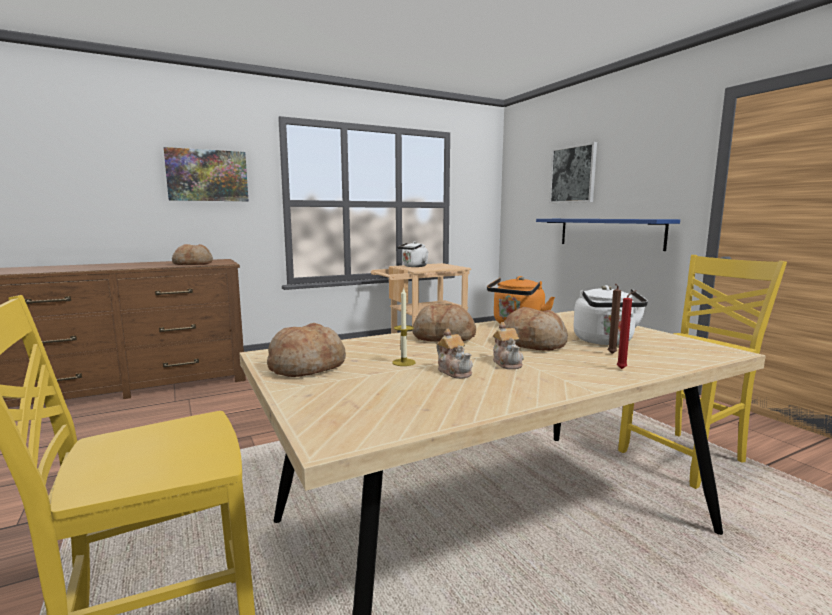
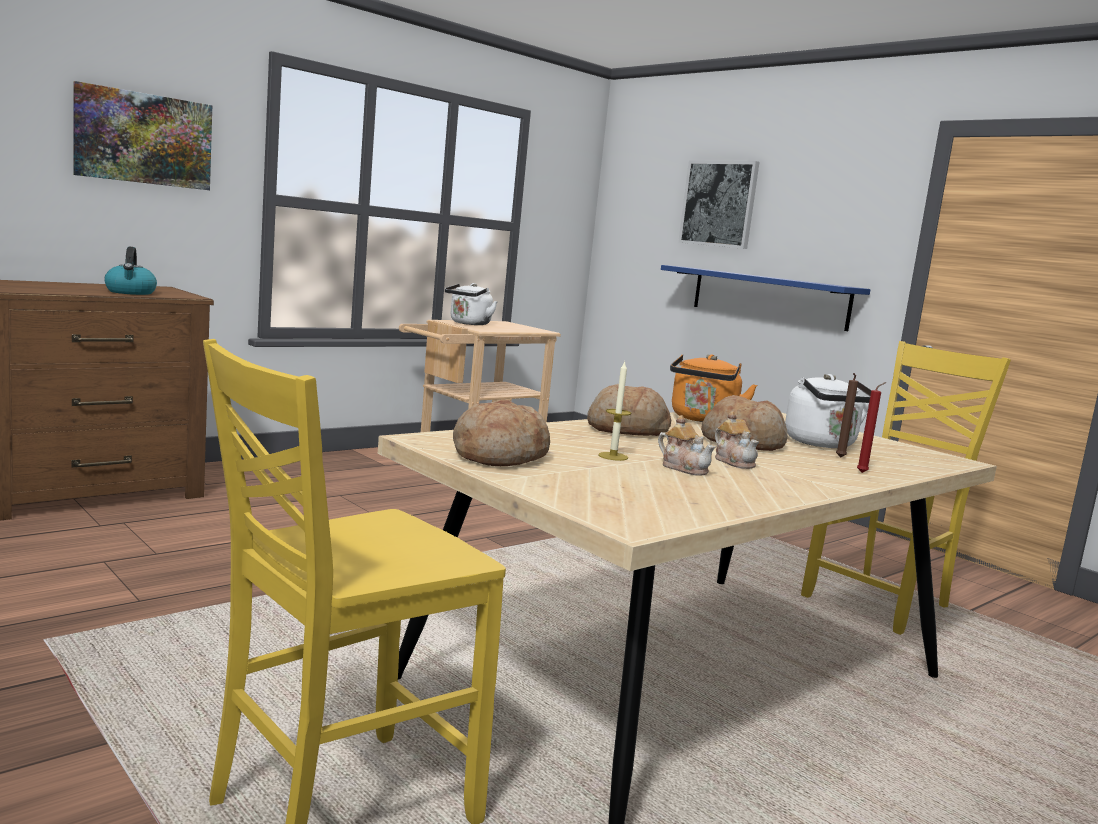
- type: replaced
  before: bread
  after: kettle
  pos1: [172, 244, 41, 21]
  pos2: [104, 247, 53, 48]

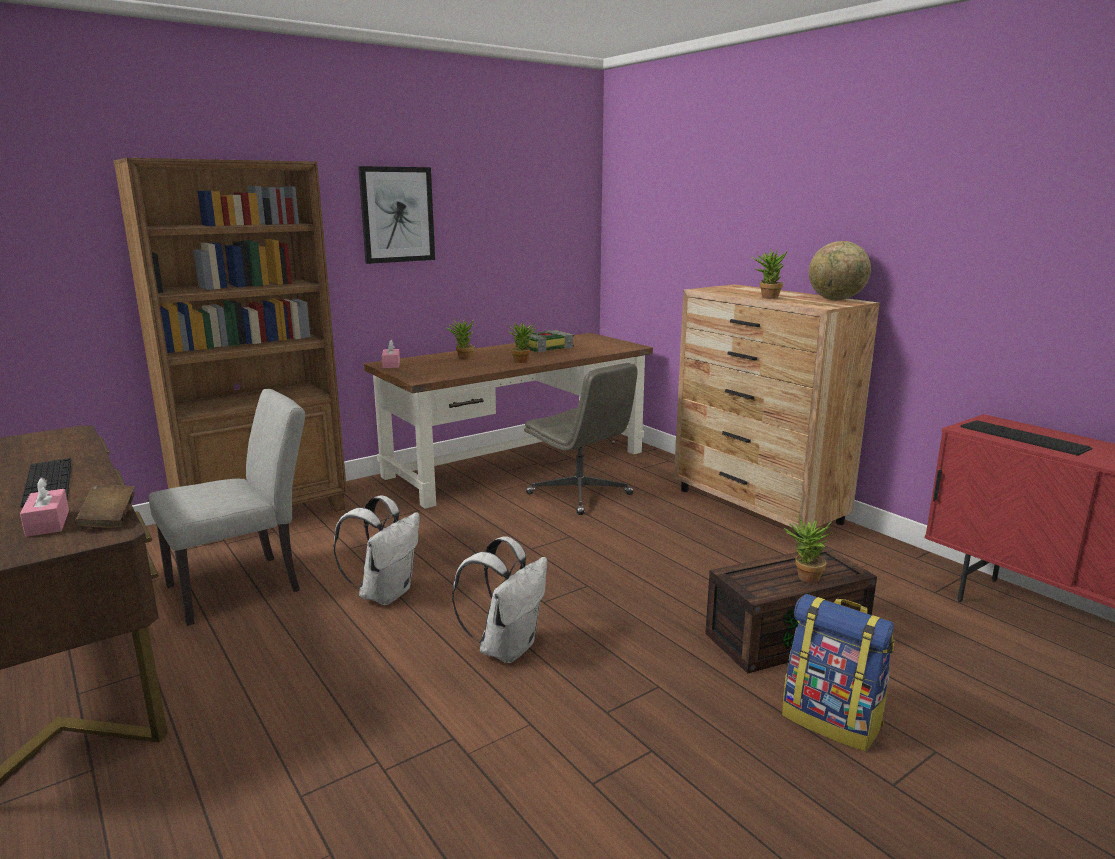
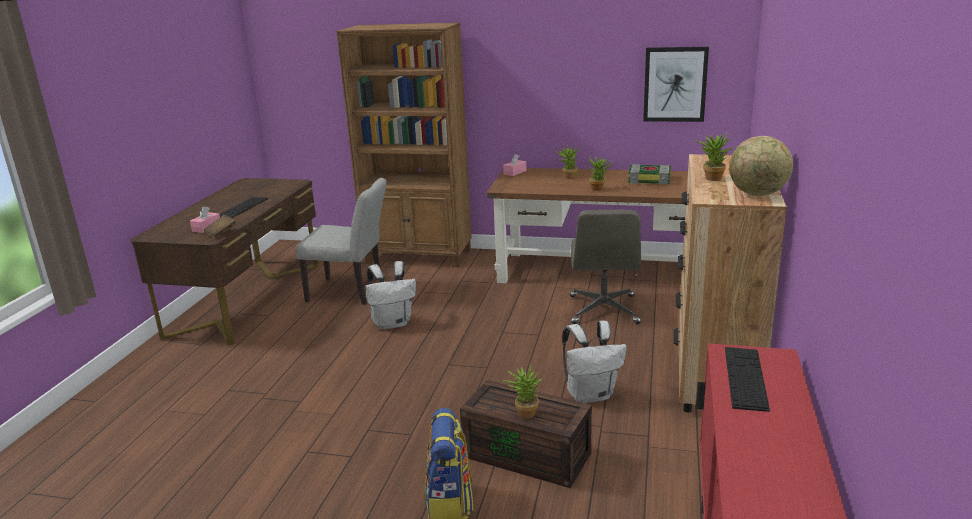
- type: moved
  before: white_backpack
  pos1: [452, 536, 95, 127]
  pos2: [562, 320, 65, 83]
- type: moved
  before: picture
  pos1: [358, 166, 77, 98]
  pos2: [643, 47, 66, 75]

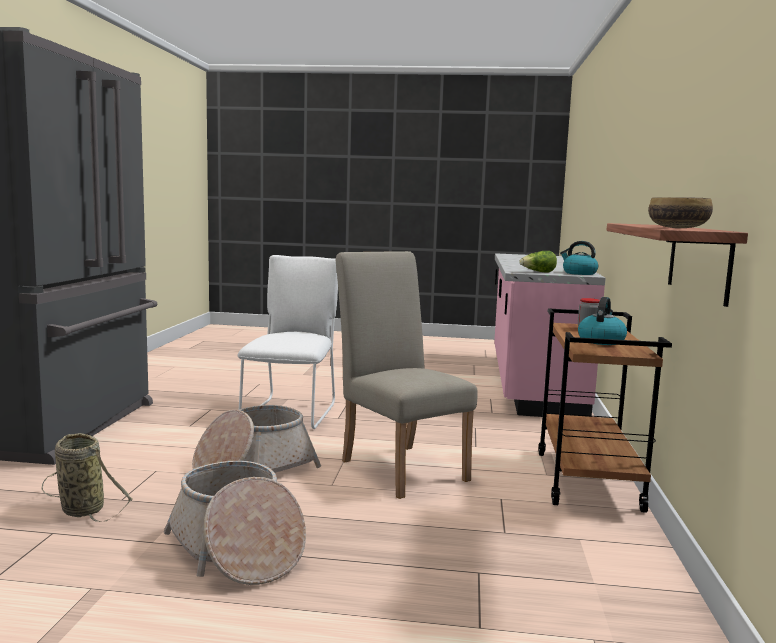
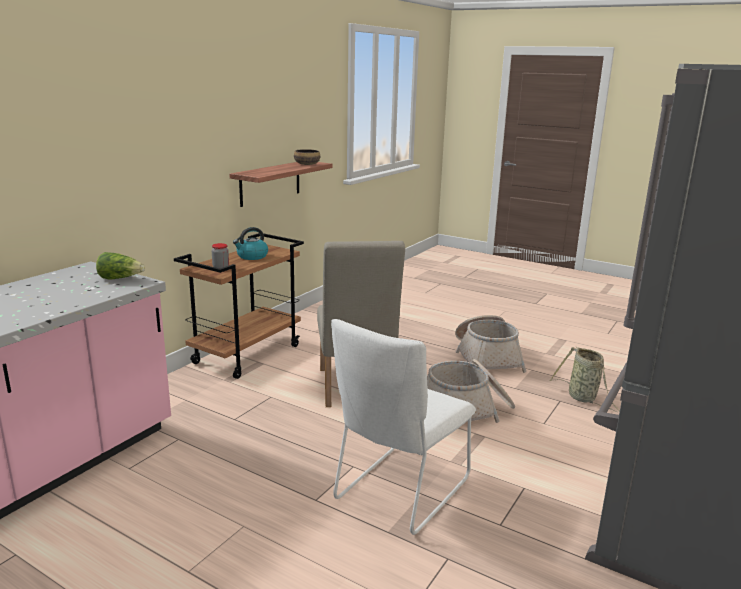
- type: removed
  before: kettle
  pos1: [560, 241, 38, 34]

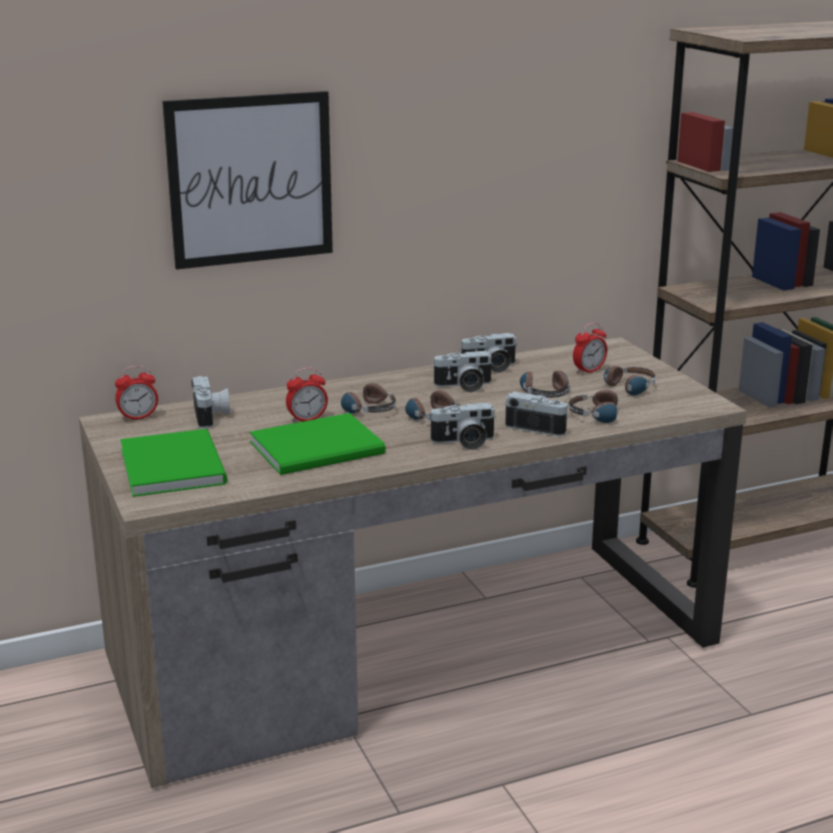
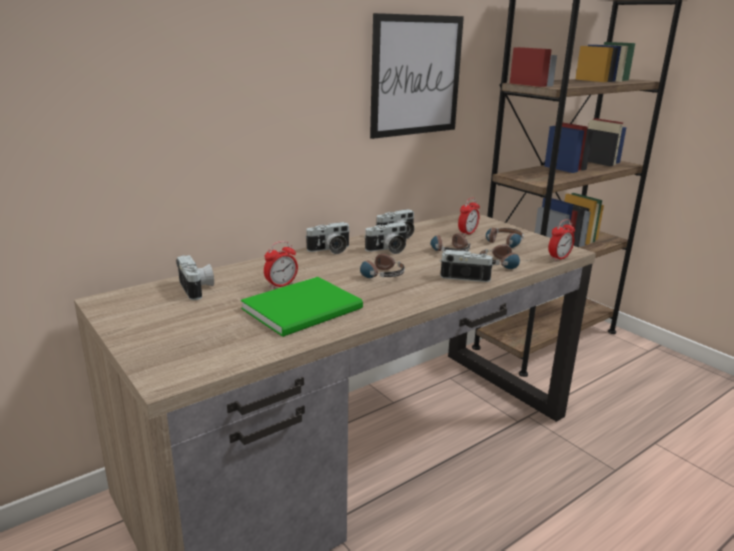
- type: moved
  before: photo_camera
  pos1: [428, 403, 68, 47]
  pos2: [305, 222, 45, 32]
- type: moved
  before: picture
  pos1: [162, 91, 171, 179]
  pos2: [370, 13, 94, 126]
- type: moved
  before: alarm_clock
  pos1: [115, 366, 43, 55]
  pos2: [548, 219, 27, 42]
- type: removed
  before: green_book
  pos1: [120, 429, 107, 68]
- type: removed
  before: headphones
  pos1: [341, 383, 55, 31]

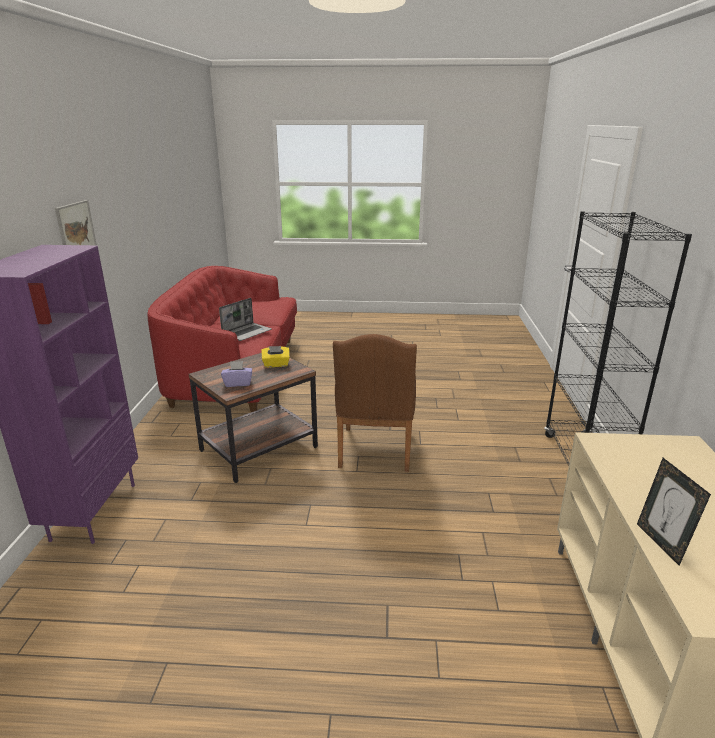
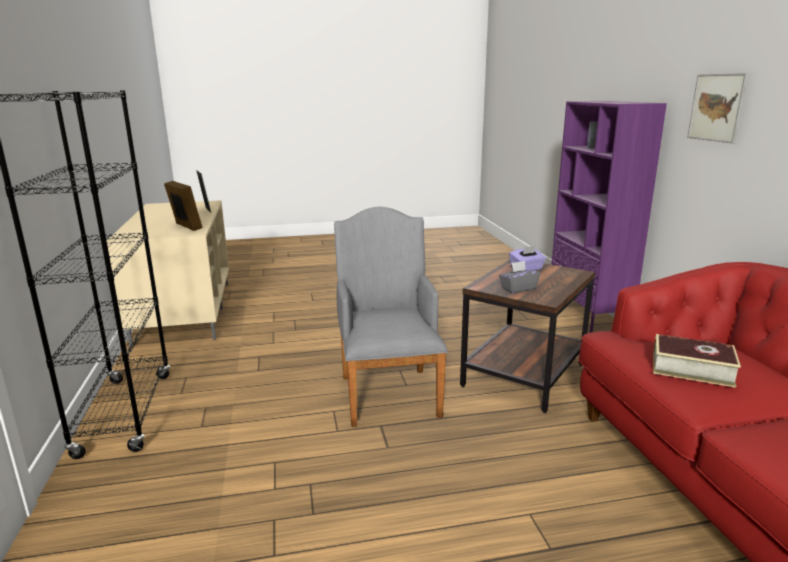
- type: added
  after: picture_frame
  pos2: [164, 181, 39, 50]
- type: recoloured
  before: brown_armchair
  after: grey_armchair
  pos1: [333, 334, 84, 138]
  pos2: [334, 207, 114, 220]
- type: recoloured
  before: yellow_tissue_box
  after: grey_tissue_box
  pos1: [261, 346, 29, 22]
  pos2: [499, 261, 42, 32]
- type: replaced
  before: laptop
  after: book
  pos1: [219, 298, 53, 43]
  pos2: [653, 334, 88, 54]

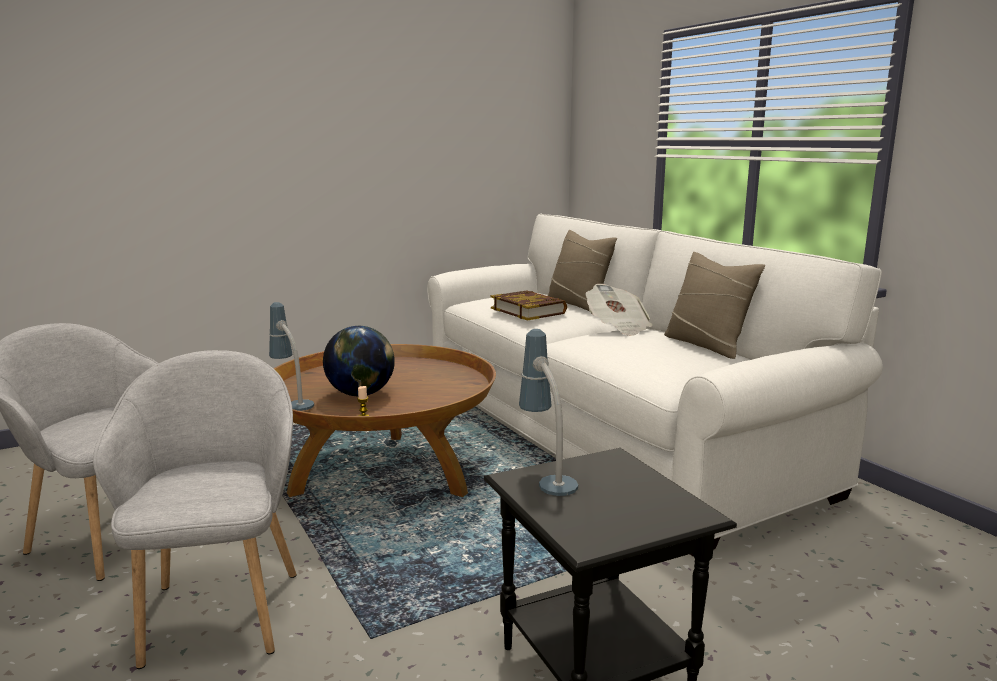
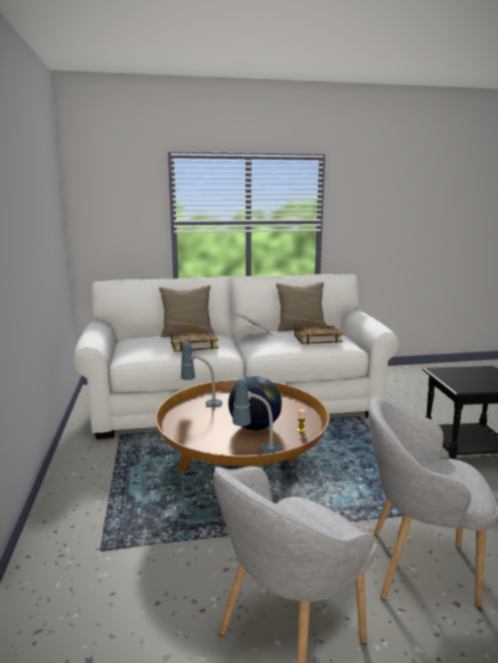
- type: moved
  before: table_lamp
  pos1: [519, 329, 59, 167]
  pos2: [181, 342, 42, 65]
- type: added
  after: book
  pos2: [294, 325, 49, 19]

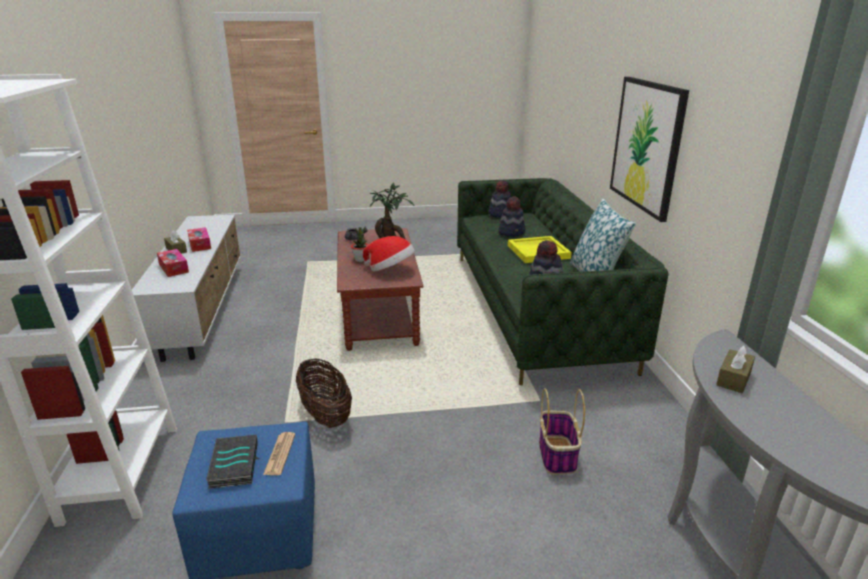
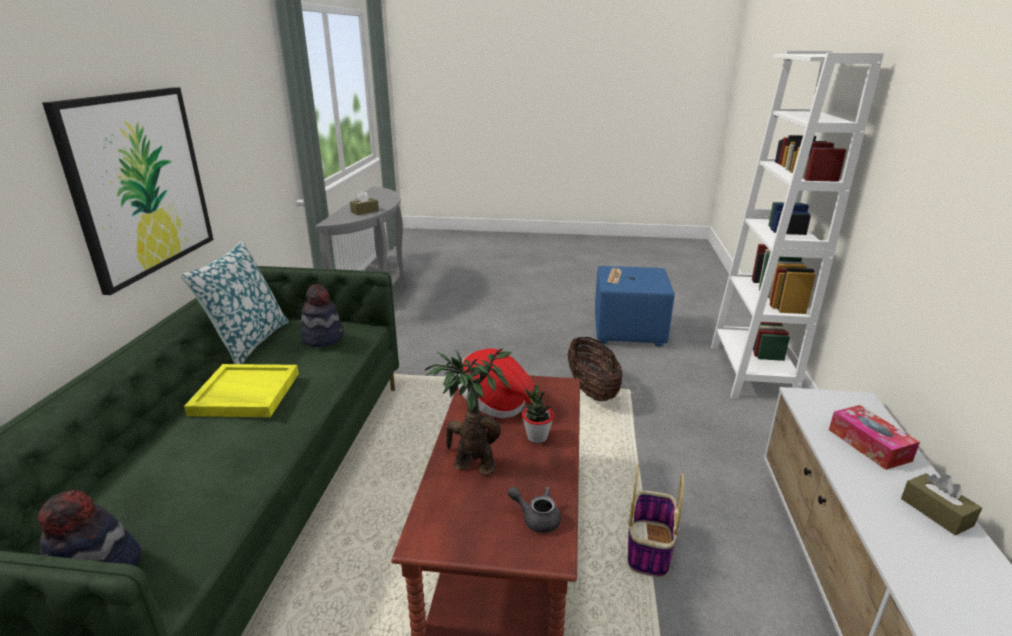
- type: moved
  before: basket
  pos1: [539, 388, 46, 87]
  pos2: [628, 464, 56, 114]
- type: removed
  before: tissue_box
  pos1: [187, 227, 24, 25]
- type: removed
  before: book
  pos1: [206, 435, 52, 54]
- type: removed
  before: hat
  pos1: [498, 196, 28, 41]

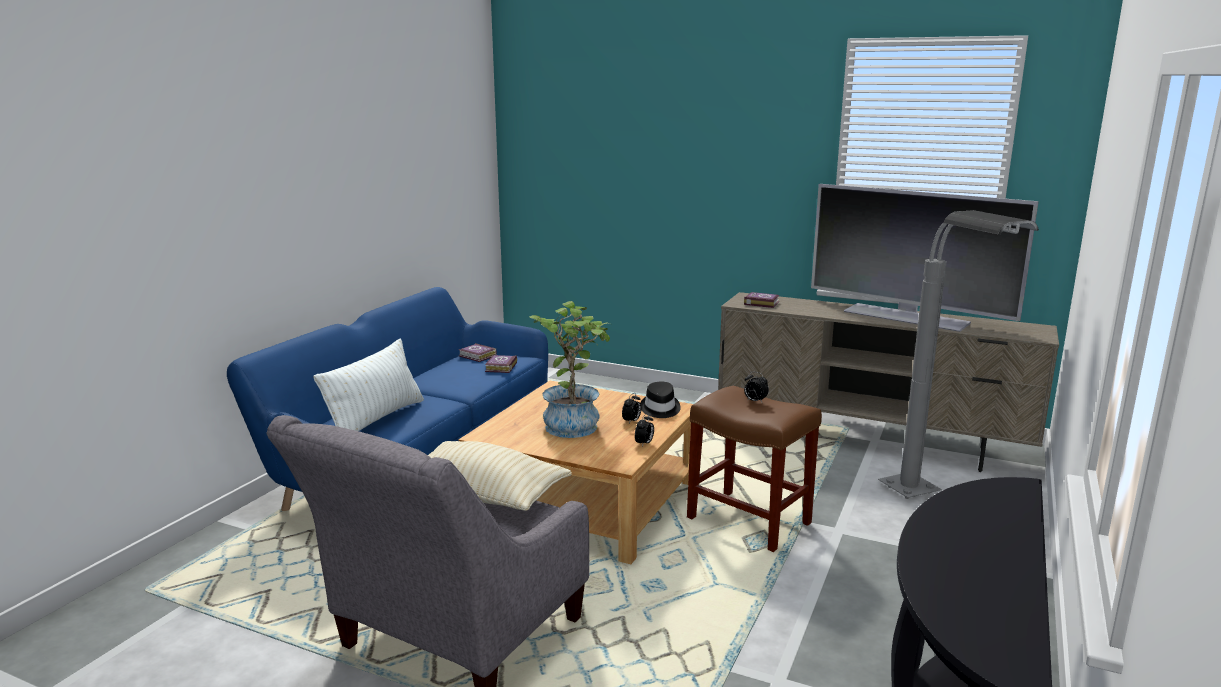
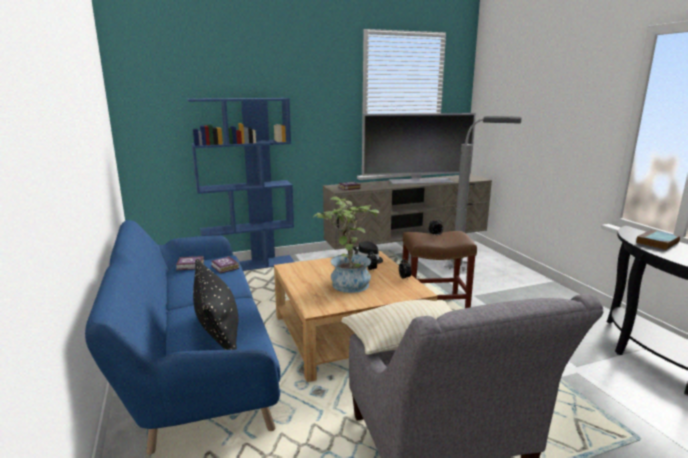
- type: added
  after: blue_bookcase
  pos2: [187, 98, 107, 173]
- type: recoloured
  before: white_pillow
  after: black_pillow
  pos1: [314, 338, 110, 93]
  pos2: [193, 259, 46, 91]
- type: added
  after: book
  pos2: [636, 230, 44, 20]

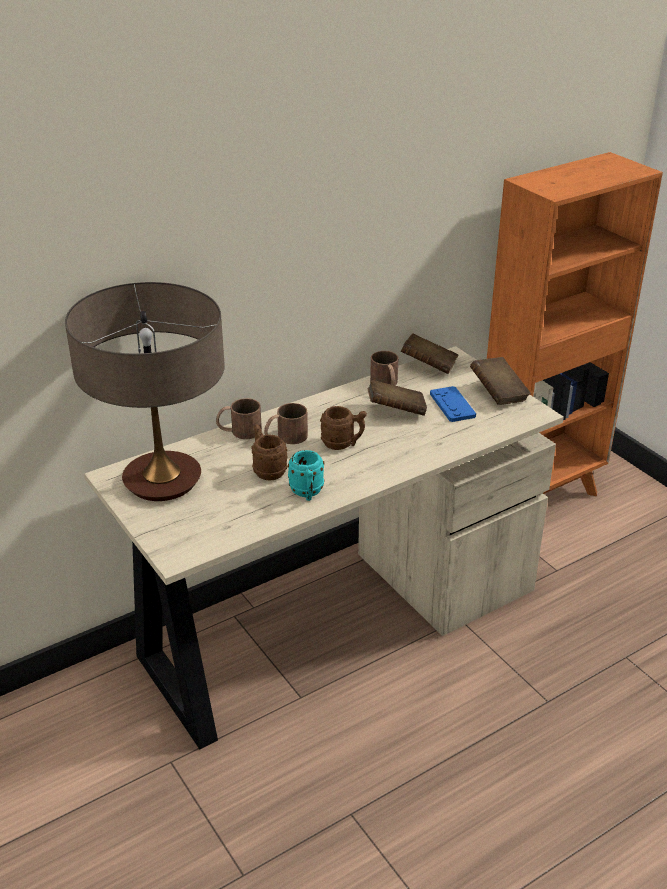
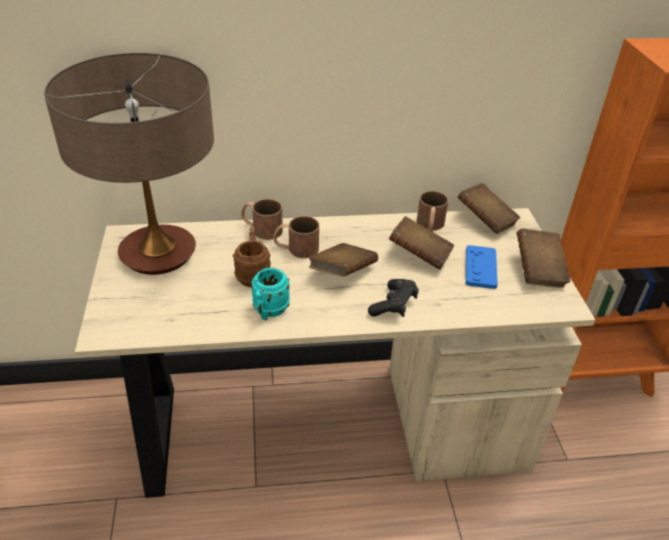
- type: replaced
  before: brown_mug
  after: brown_book
  pos1: [320, 406, 47, 44]
  pos2: [309, 243, 69, 34]
- type: added
  after: black_game_controller
  pos2: [368, 279, 51, 38]

